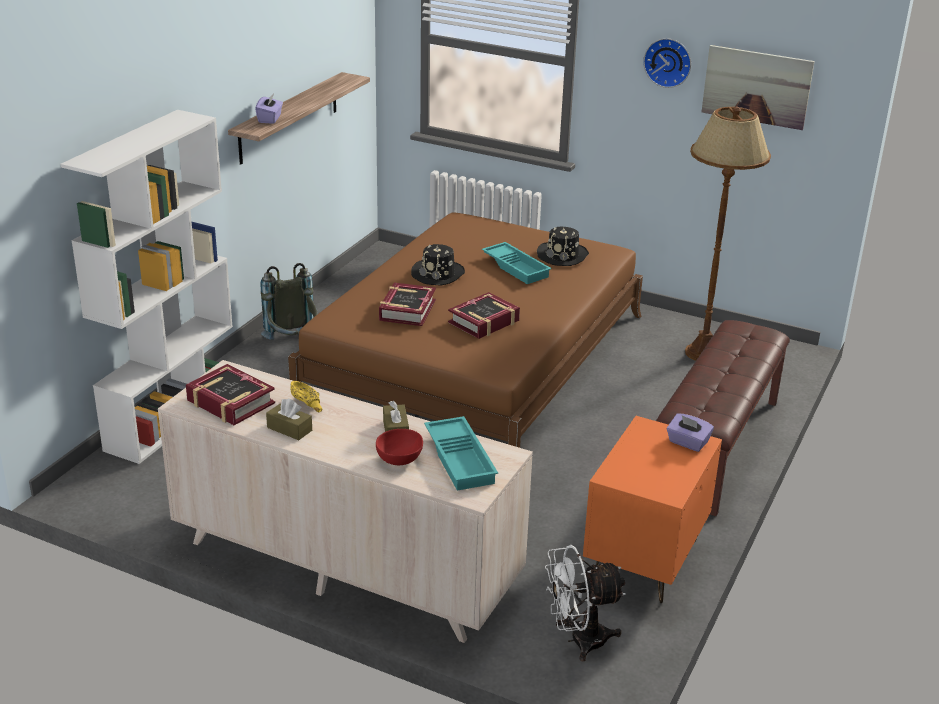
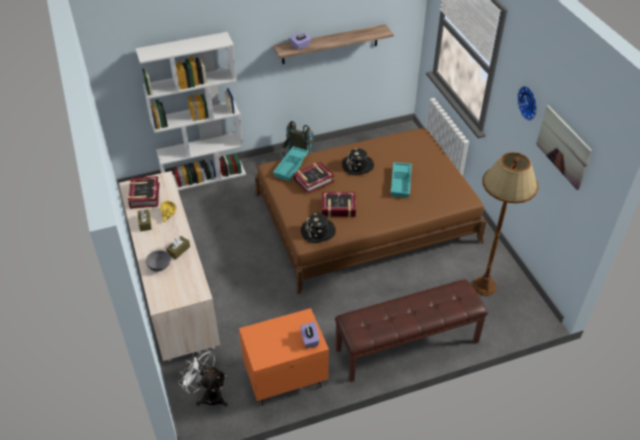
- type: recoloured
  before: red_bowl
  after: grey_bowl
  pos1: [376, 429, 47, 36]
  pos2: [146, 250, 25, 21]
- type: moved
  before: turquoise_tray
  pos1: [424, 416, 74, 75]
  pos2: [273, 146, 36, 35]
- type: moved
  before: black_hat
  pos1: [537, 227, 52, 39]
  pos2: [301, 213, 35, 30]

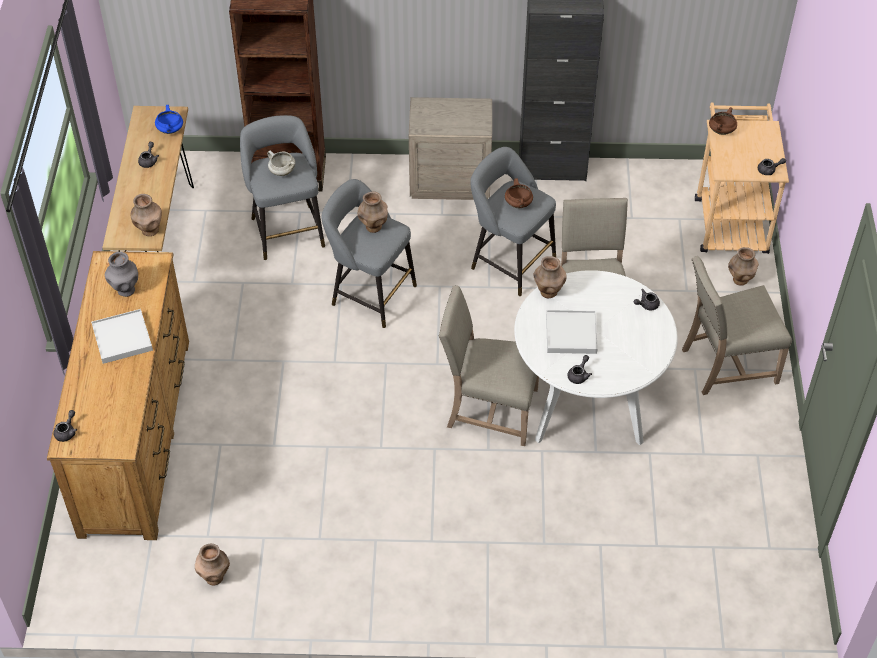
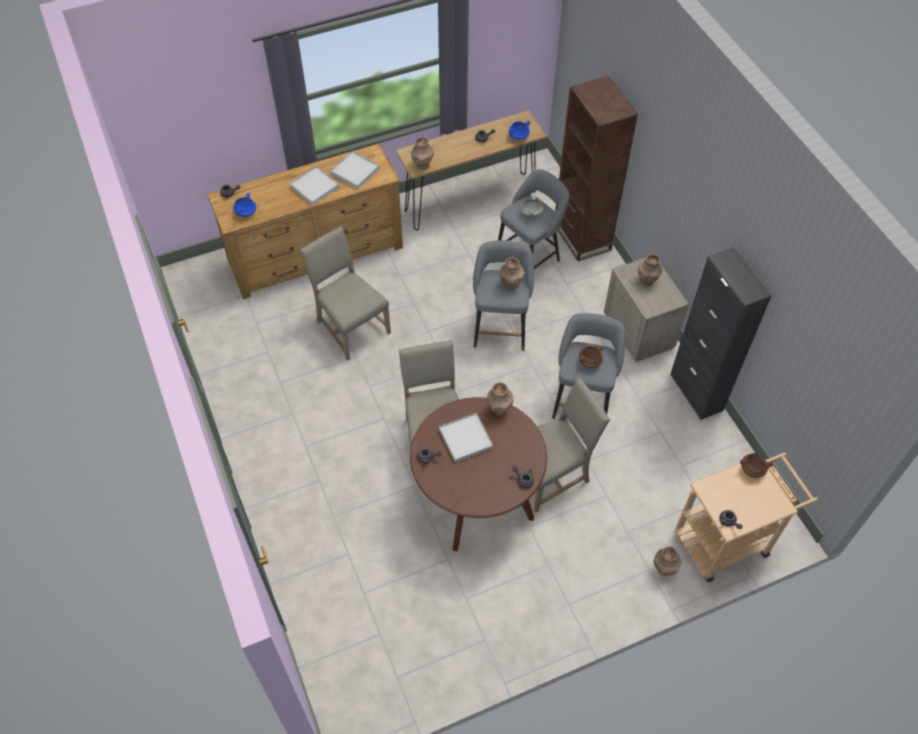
- type: added
  after: blue_cooking_pot
  pos2: [233, 193, 23, 24]
- type: moved
  before: beige_chair
  pos1: [682, 256, 110, 139]
  pos2: [300, 226, 91, 135]
- type: replaced
  before: grey_vase
  after: white_tray
  pos1: [105, 252, 33, 45]
  pos2: [330, 151, 50, 38]
- type: recoloured
  before: white_dining_table
  after: brown_dining_table
  pos1: [514, 270, 164, 175]
  pos2: [410, 397, 137, 155]
- type: moved
  before: brown_vase
  pos1: [195, 544, 35, 41]
  pos2: [638, 253, 24, 33]

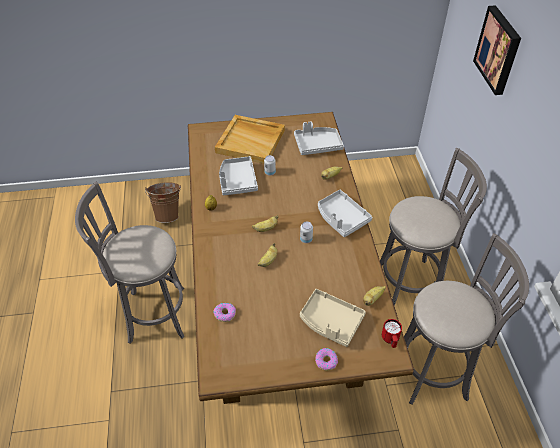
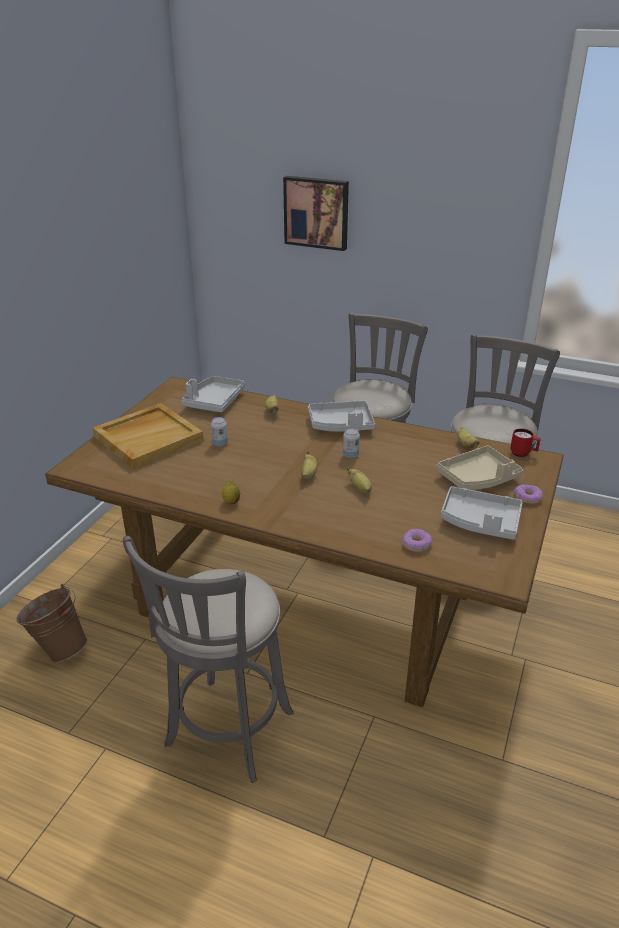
- type: moved
  before: grey_tray
  pos1: [219, 156, 39, 39]
  pos2: [441, 486, 81, 54]

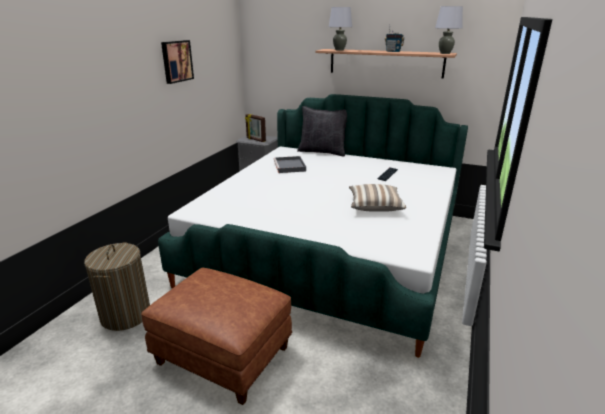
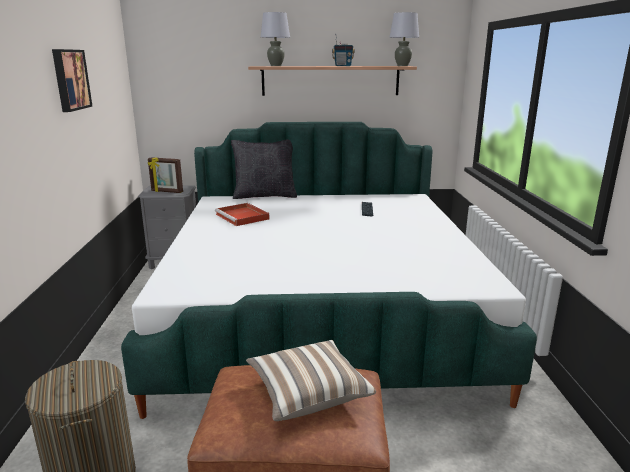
- type: recoloured
  before: grey_tray
  after: red_tray
  pos1: [273, 156, 33, 17]
  pos2: [215, 203, 55, 23]
- type: moved
  before: pillow
  pos1: [349, 184, 57, 28]
  pos2: [246, 340, 130, 81]

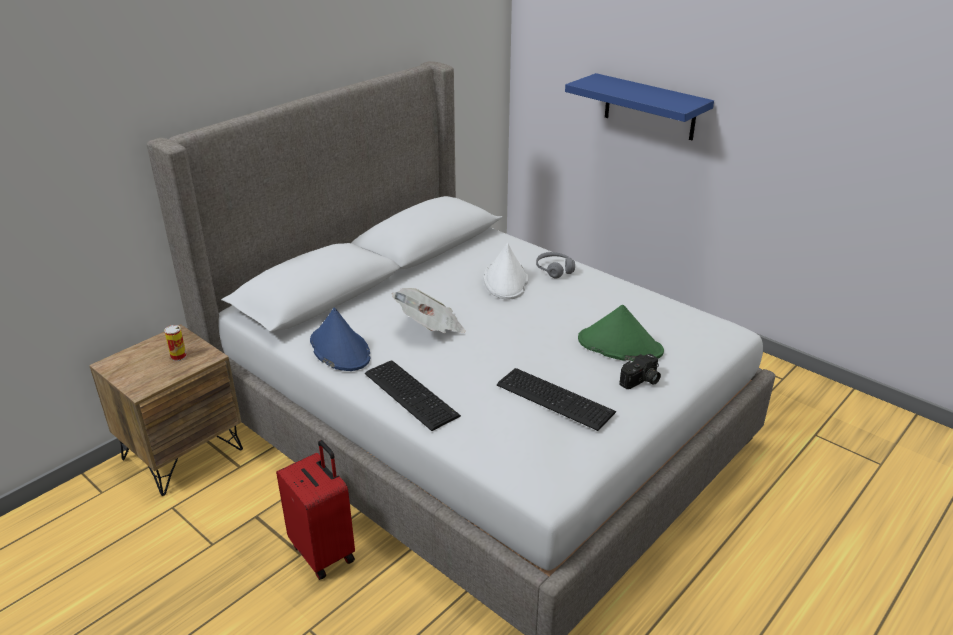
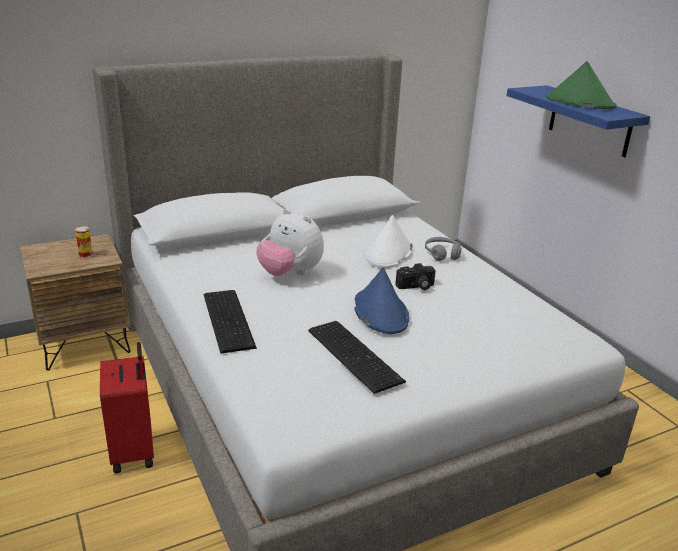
- type: replaced
  before: newspaper
  after: plush_toy
  pos1: [392, 288, 74, 45]
  pos2: [256, 209, 68, 67]
- type: moved
  before: blue_hat
  pos1: [310, 308, 60, 63]
  pos2: [354, 268, 55, 66]
- type: moved
  before: photo_camera
  pos1: [619, 354, 42, 35]
  pos2: [395, 263, 41, 27]
- type: moved
  before: green_hat
  pos1: [578, 304, 86, 57]
  pos2: [547, 61, 70, 48]

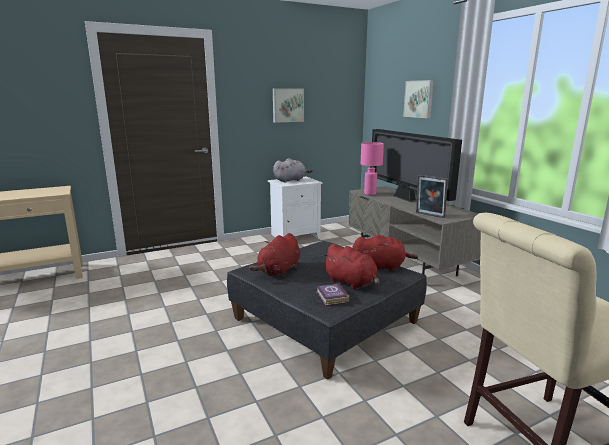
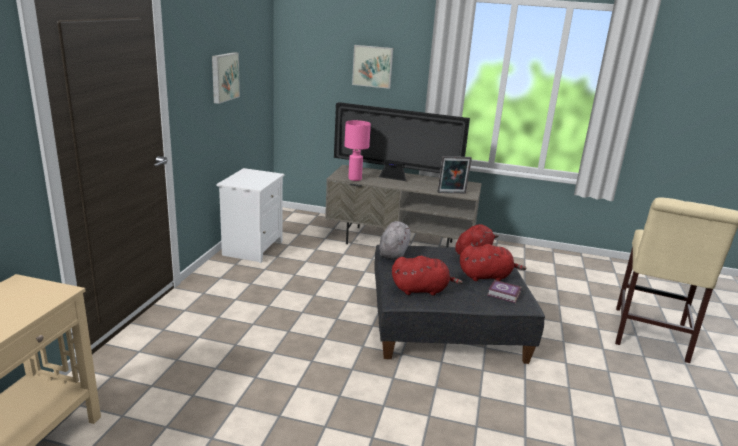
- type: moved
  before: grey_plush_toy
  pos1: [273, 158, 40, 25]
  pos2: [379, 221, 31, 39]
- type: turned
  before: red_plush_toy
  pos1: [249, 233, 51, 44]
  pos2: [392, 256, 71, 39]
  turn: -75

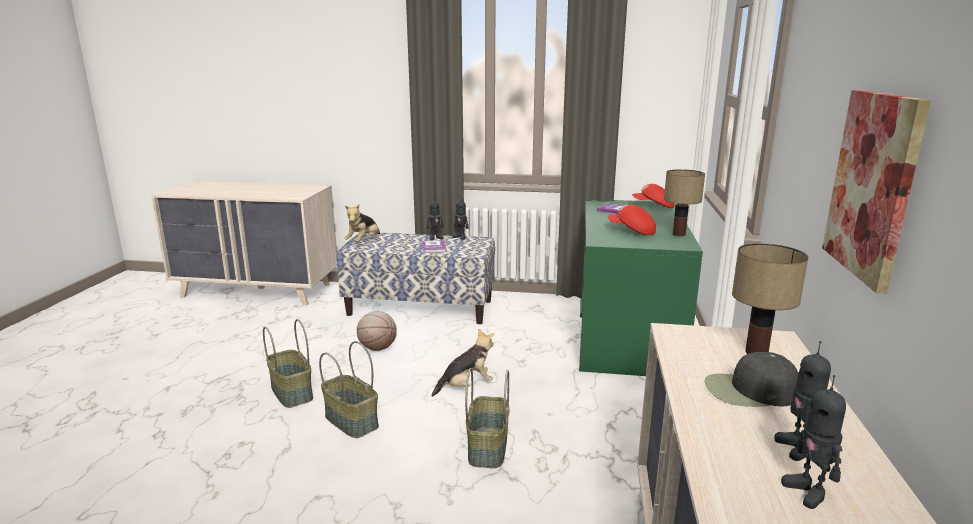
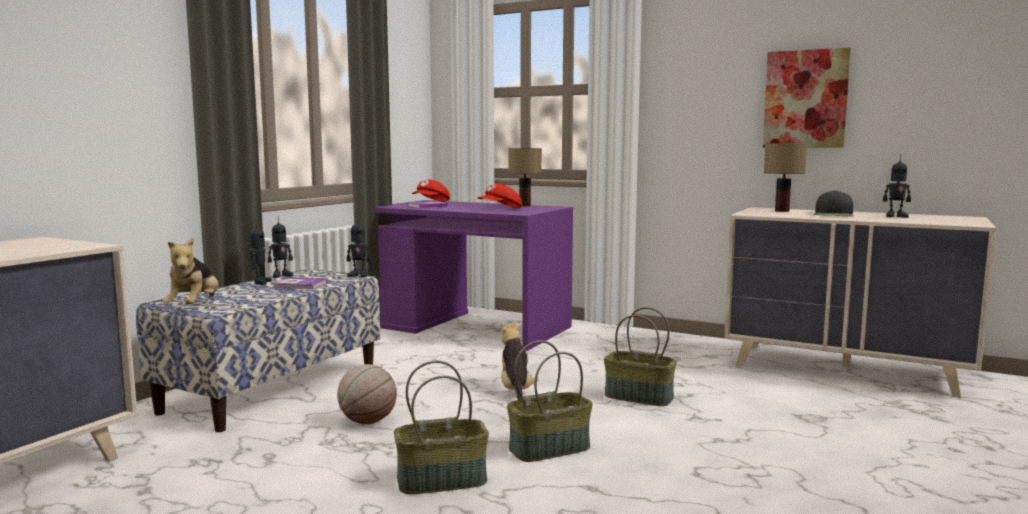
- type: turned
  before: plush_toy
  pos1: [344, 204, 36, 38]
  pos2: [163, 237, 56, 67]
  turn: 45
- type: moved
  before: toy_robot
  pos1: [781, 375, 65, 134]
  pos2: [346, 216, 25, 62]
- type: recoloured
  before: green_desk
  after: purple_desk
  pos1: [579, 200, 124, 176]
  pos2: [376, 200, 197, 151]

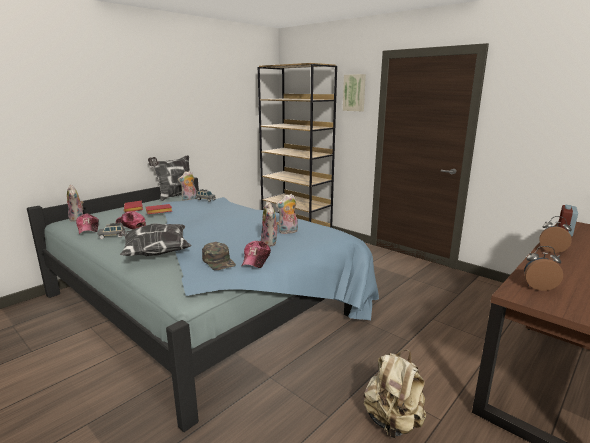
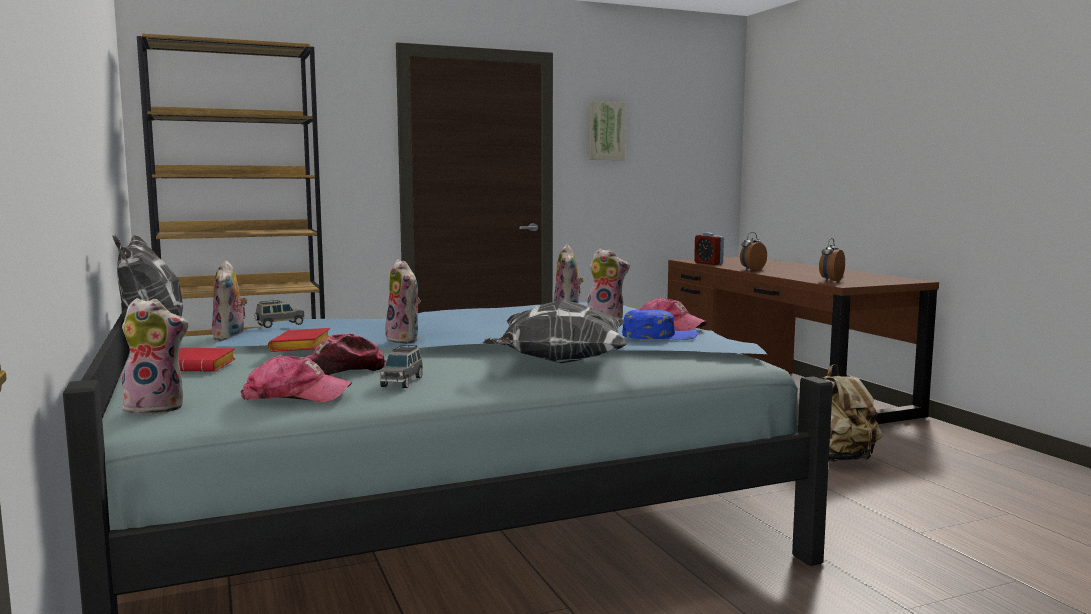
- type: added
  after: plush_toy
  pos2: [385, 259, 36, 85]
- type: moved
  before: picture
  pos1: [343, 74, 23, 37]
  pos2: [588, 101, 38, 59]
- type: recoloured
  before: green_cap
  after: blue_cap
  pos1: [202, 242, 34, 28]
  pos2: [622, 310, 75, 30]

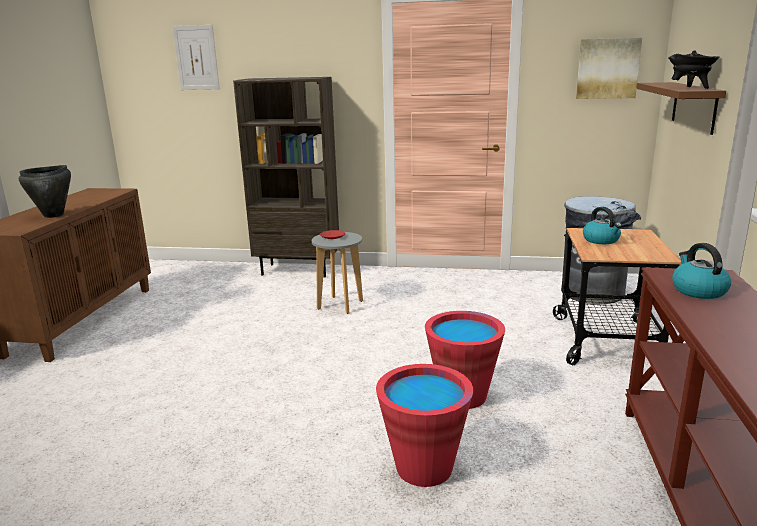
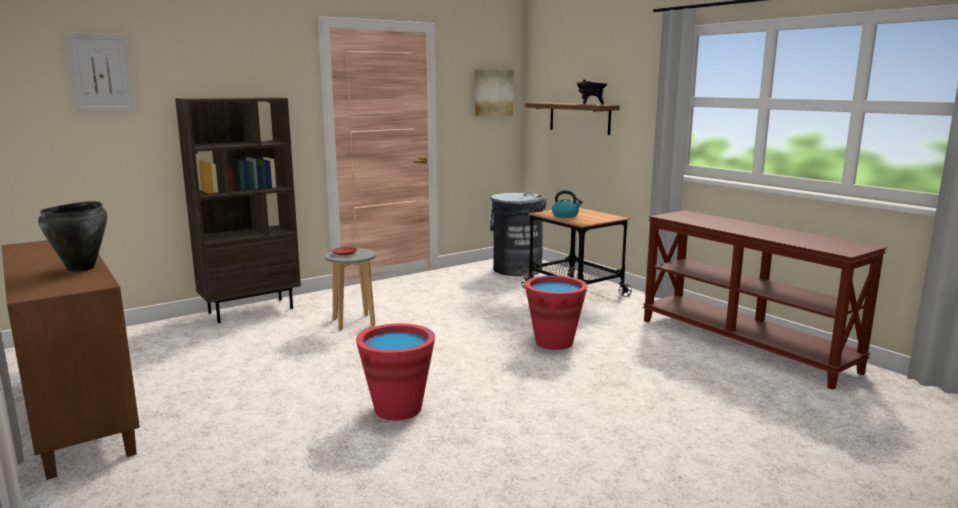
- type: moved
  before: red_bucket
  pos1: [376, 364, 97, 123]
  pos2: [356, 323, 79, 97]
- type: removed
  before: kettle
  pos1: [672, 243, 59, 56]

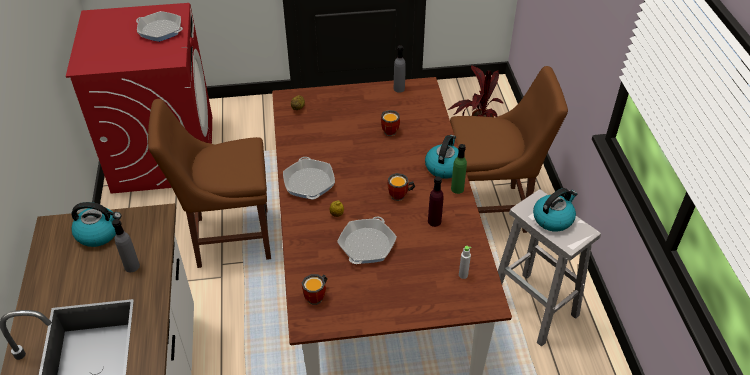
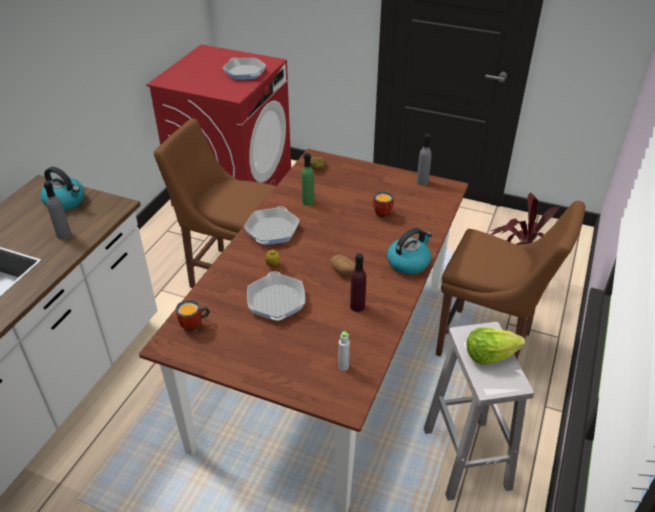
- type: turned
  before: frying_pan
  pos1: [337, 216, 60, 48]
  pos2: [247, 271, 58, 50]
  turn: -60
- type: moved
  before: green_bottle
  pos1: [451, 144, 16, 50]
  pos2: [301, 153, 13, 53]
- type: replaced
  before: mug
  after: potato
  pos1: [387, 173, 28, 28]
  pos2: [331, 255, 25, 20]
- type: replaced
  before: kettle
  after: lettuce
  pos1: [533, 188, 44, 44]
  pos2: [466, 328, 59, 36]

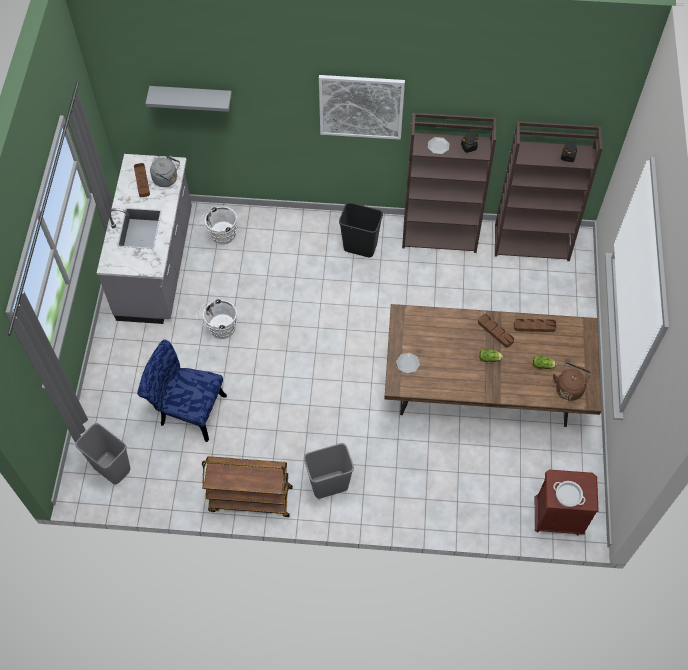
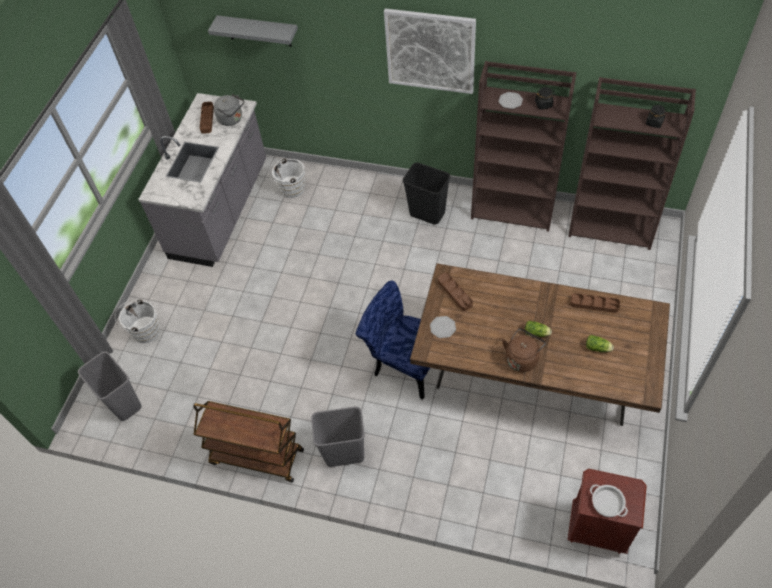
- type: moved
  before: white_bucket
  pos1: [199, 298, 38, 41]
  pos2: [115, 298, 45, 45]
- type: moved
  before: blue_chair
  pos1: [137, 340, 90, 102]
  pos2: [356, 281, 74, 119]
- type: moved
  before: brown_tray
  pos1: [478, 314, 36, 34]
  pos2: [438, 273, 35, 38]
- type: moved
  before: brown_kettle
  pos1: [553, 363, 38, 38]
  pos2: [502, 328, 44, 44]

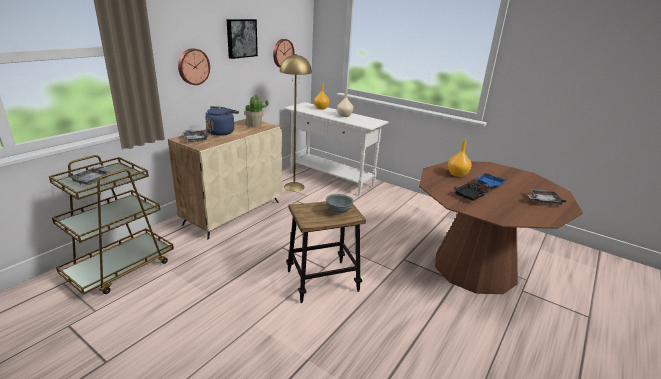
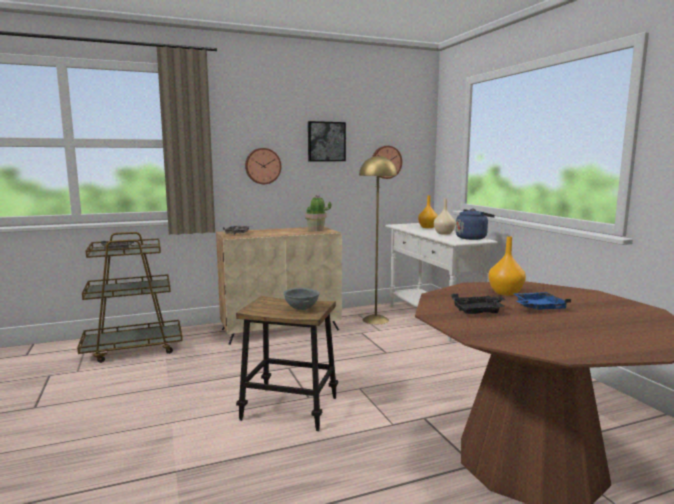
- type: moved
  before: blue_kettle
  pos1: [205, 106, 34, 30]
  pos2: [456, 209, 39, 31]
- type: removed
  before: grey_tray
  pos1: [528, 189, 39, 16]

